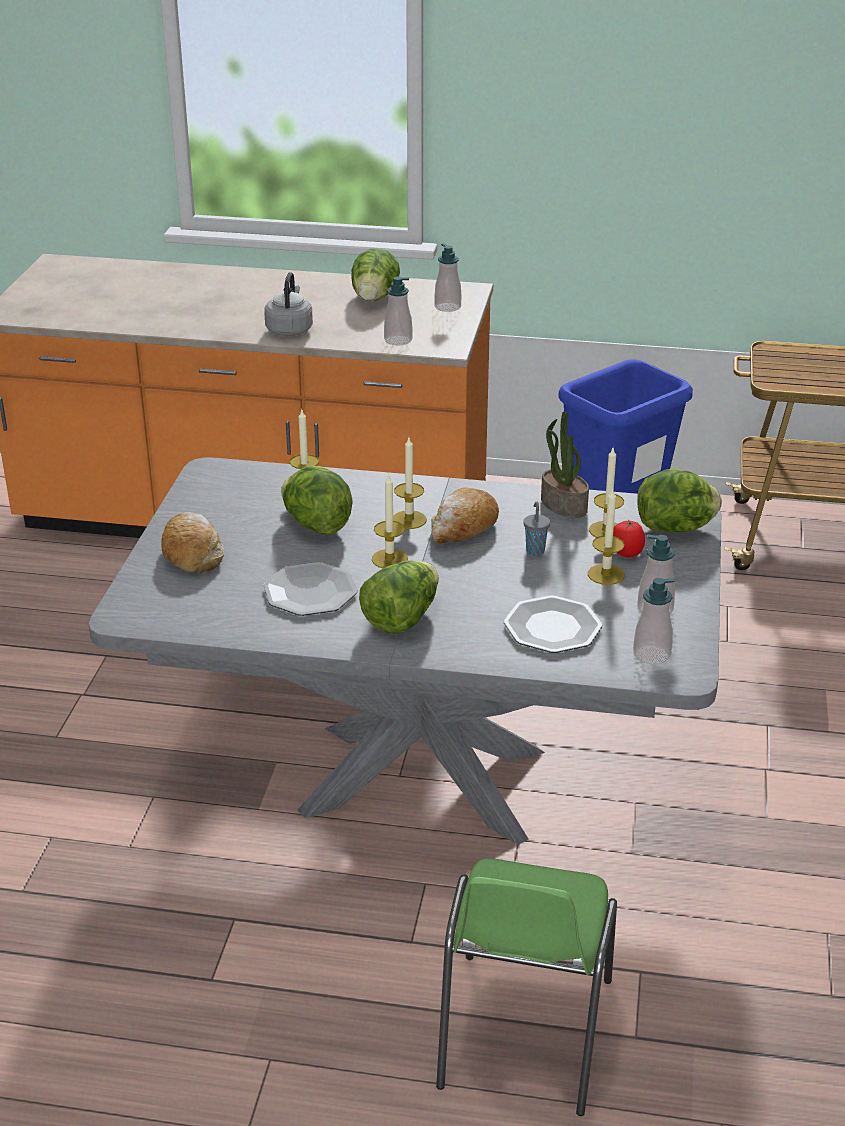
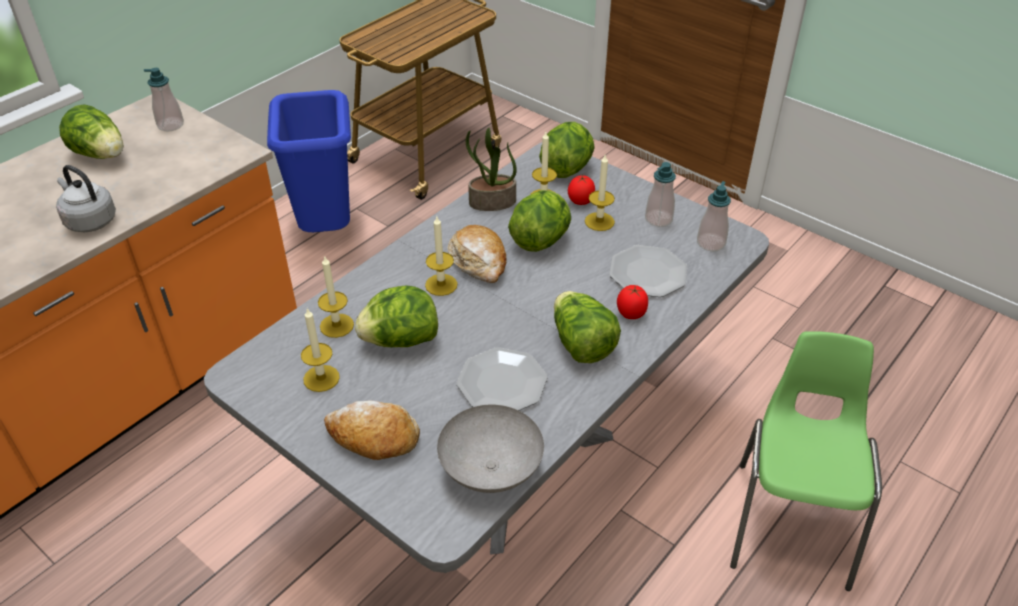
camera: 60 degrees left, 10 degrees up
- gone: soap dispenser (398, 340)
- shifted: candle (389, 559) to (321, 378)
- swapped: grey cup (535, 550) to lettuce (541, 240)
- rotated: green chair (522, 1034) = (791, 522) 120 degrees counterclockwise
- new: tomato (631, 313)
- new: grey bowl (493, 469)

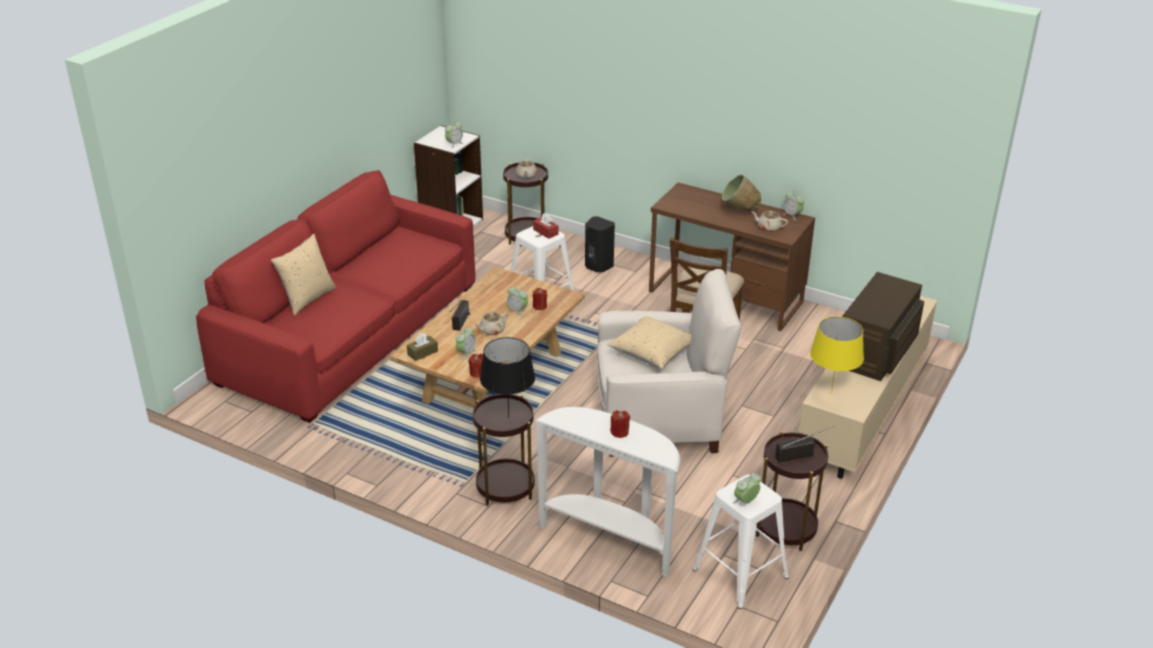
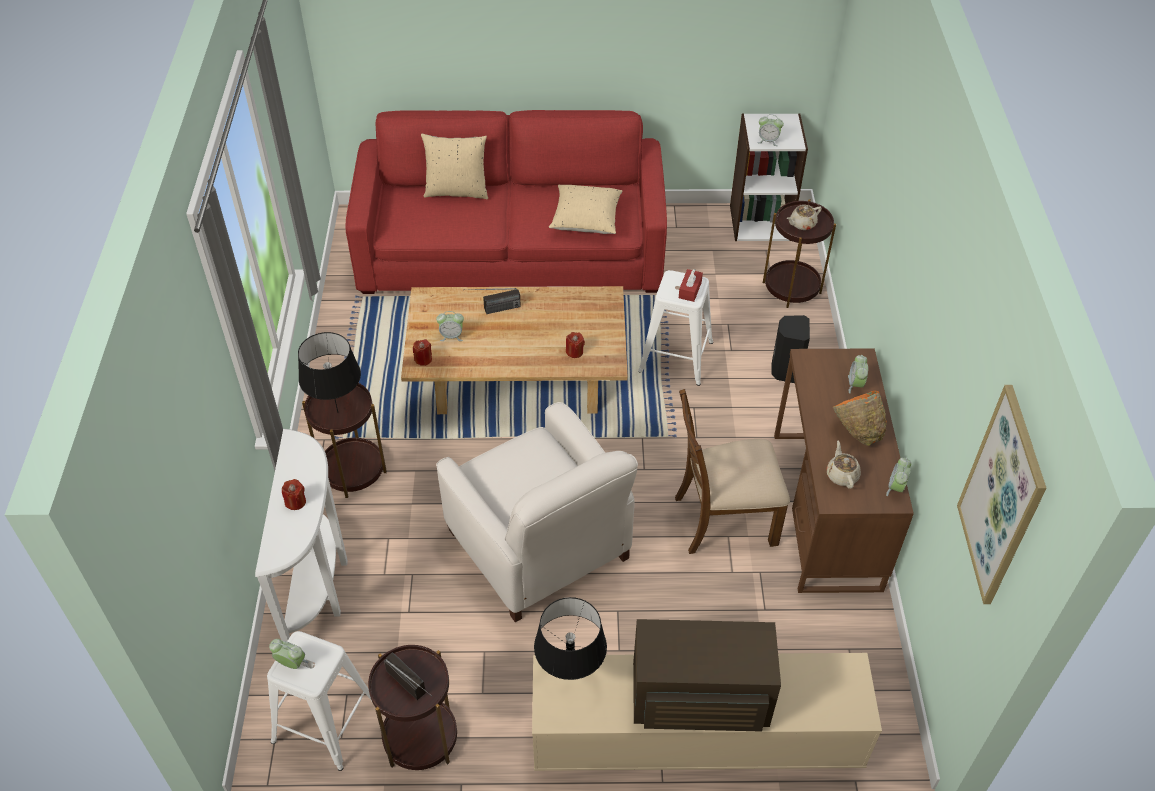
camera: 60 degrees right, 15 degrees up
- repainted: green bowl (739, 211) to orange bowl (856, 431)
- shifted: alarm clock (517, 310) to (855, 384)
- gone: beige teapot (491, 330)
- shifted: beige pillow (652, 353) to (586, 220)
- repainted: yellow table lamp (831, 393) to black table lamp (570, 678)
- gone: brown tissue box (422, 353)
- new: picture (1002, 497)

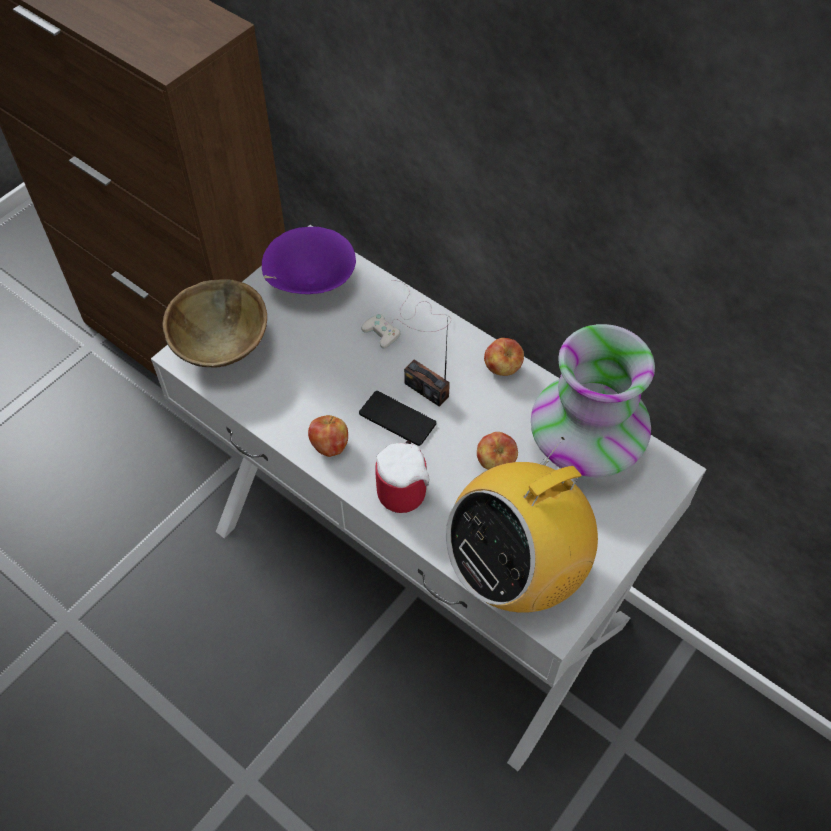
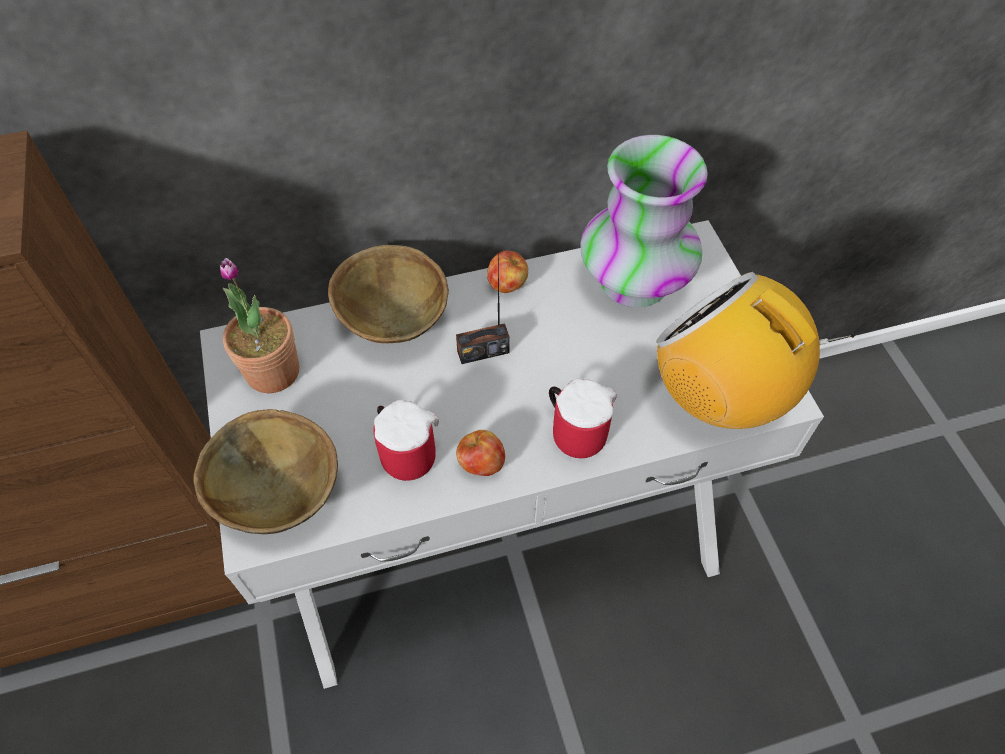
camera: 55 degrees left, 0 degrees up
- swapped: purple bowl (309, 283) to potted plant (273, 372)
- swapped: white game controller (407, 321) to brown bowl (393, 321)
- gone: phone (397, 419)
- gone: apple (495, 462)
- rotated: radio (516, 570) = (719, 397) 135 degrees clockwise
- new: mug (406, 450)

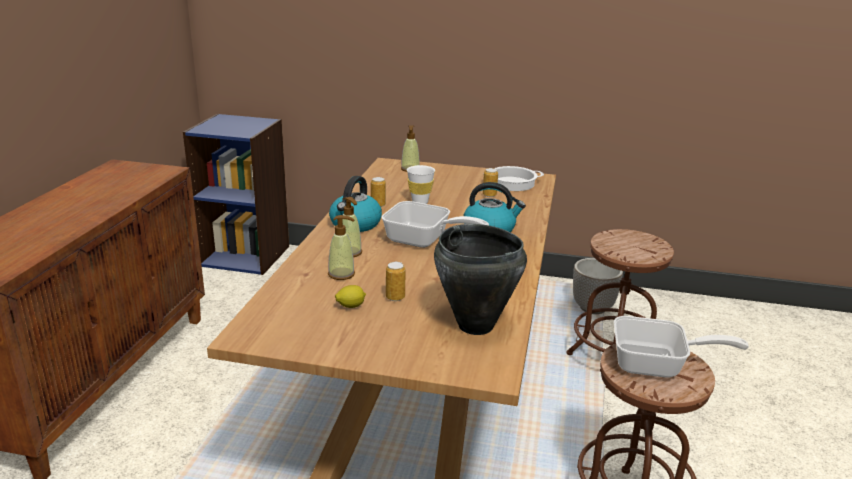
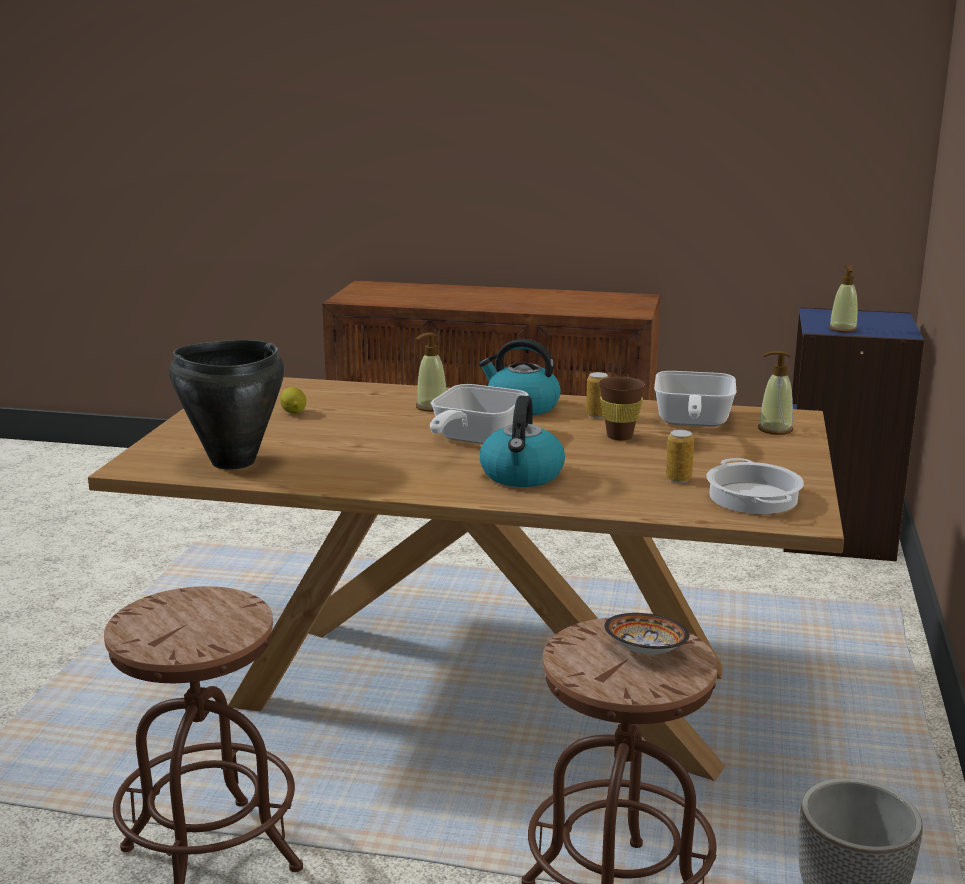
camera: 90 degrees right, 5 degrees down
- repainted: white cup (420, 202) to brown cup (619, 436)
- shifted: soap dispenser (341, 274) to (842, 329)
- gone: can (395, 297)
- shifted: frying pan (657, 365) to (691, 423)
- new: bowl (646, 652)

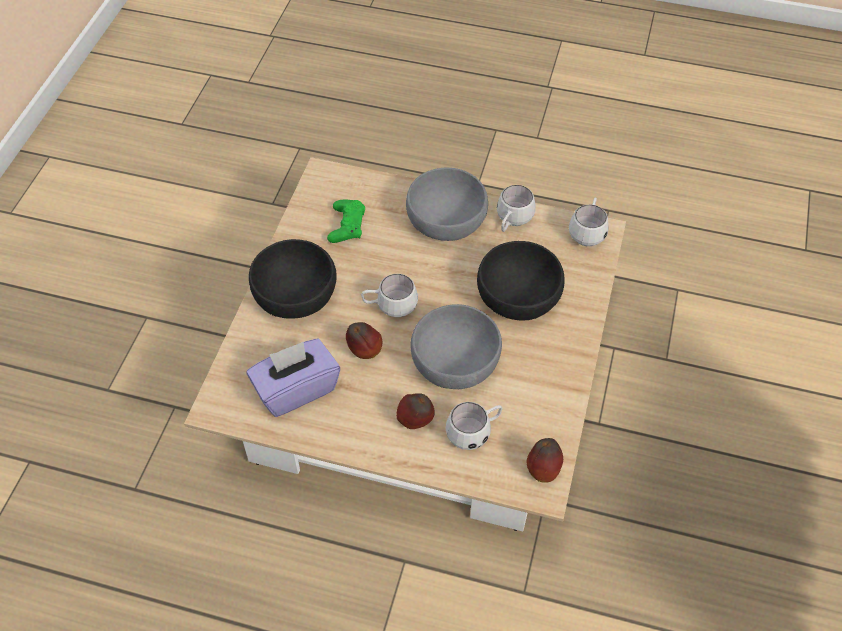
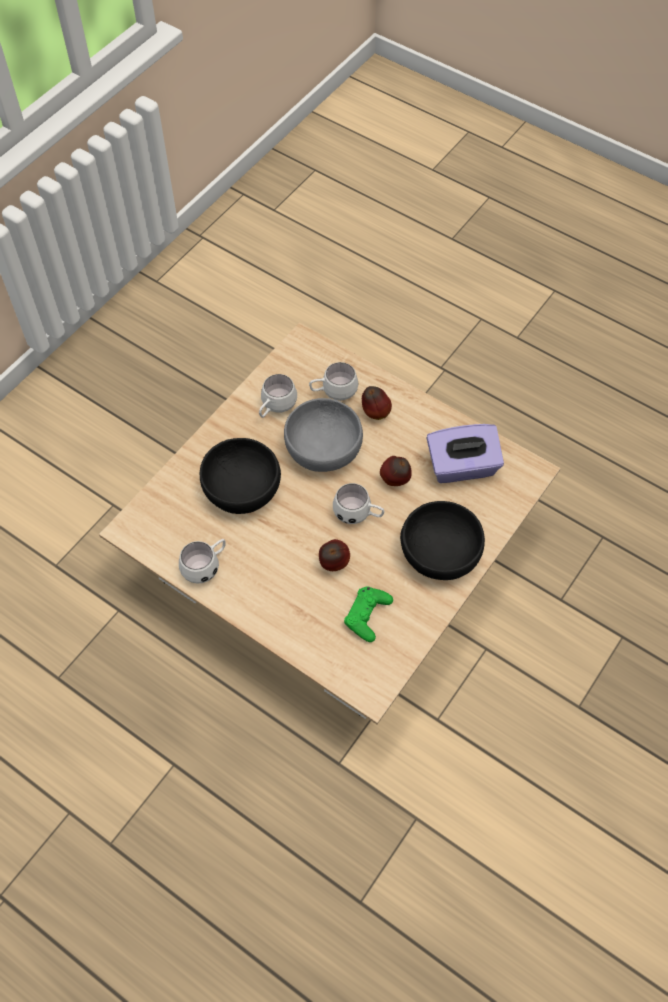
camera: 160 degrees left, 5 degrees up
- gone: grey bowl (445, 220)
- shifted: white mug (587, 232) to (275, 408)
- shifted: apple (543, 470) to (333, 564)

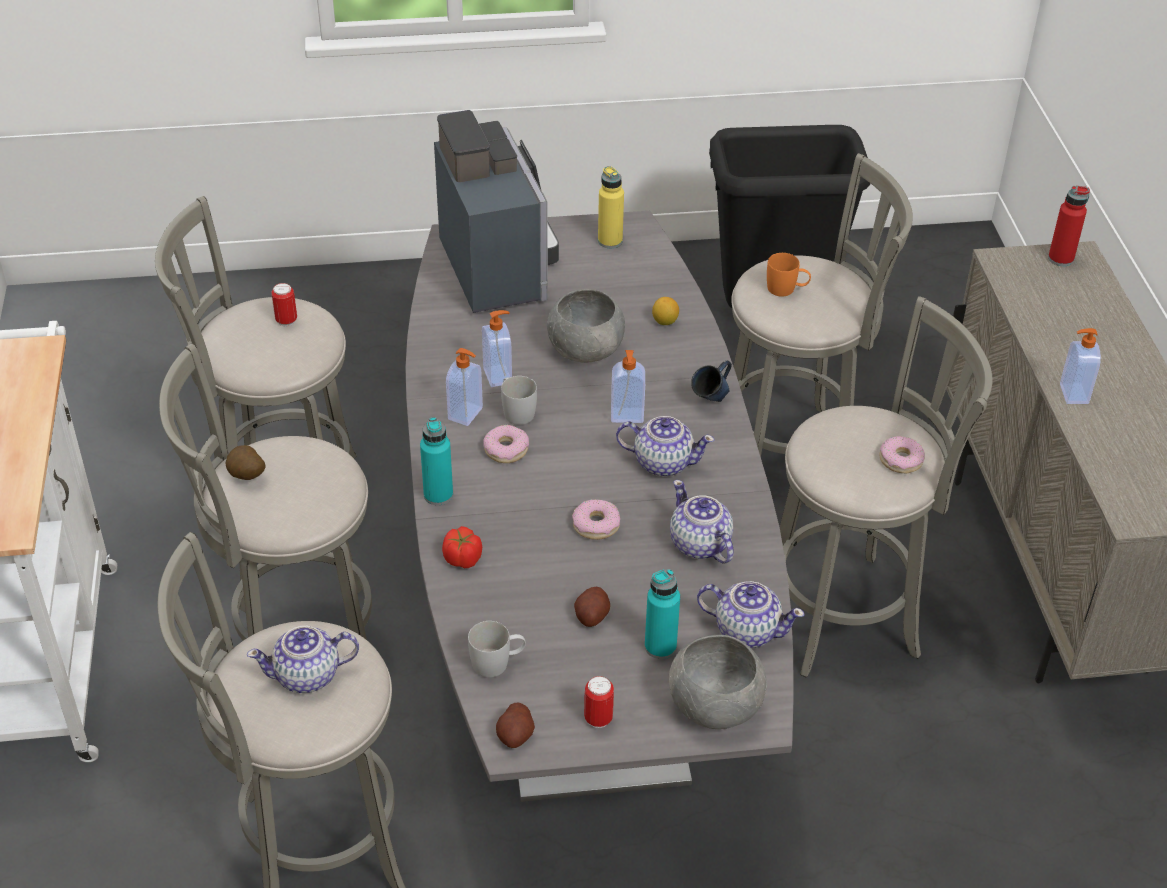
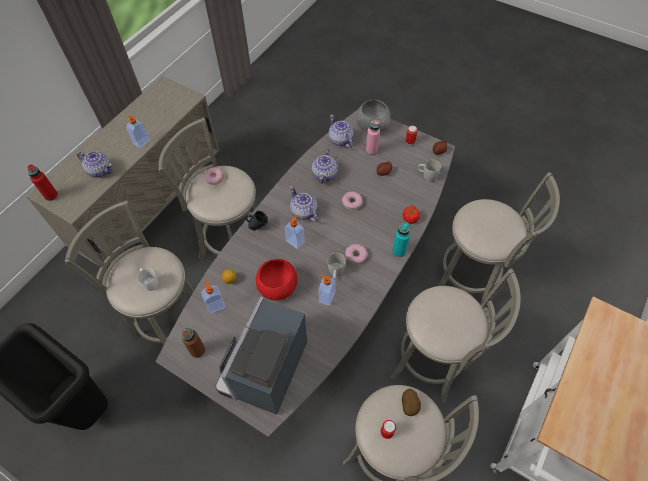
camera: 140 degrees left, 15 degrees up
- repainted: yellow bottle (610, 241) to brown bottle (197, 350)
- repainted: orange mug (786, 289) to white mug (149, 282)
- repainted: grey bowl (585, 350) to red bowl (278, 287)
- shifted: soap dispenser (466, 414) to (215, 305)
- shifted: potato (246, 477) to (410, 405)
- repainted: turquoise bottle (660, 647) to pink bottle (371, 151)
- shifted: teapot (308, 676) to (100, 170)

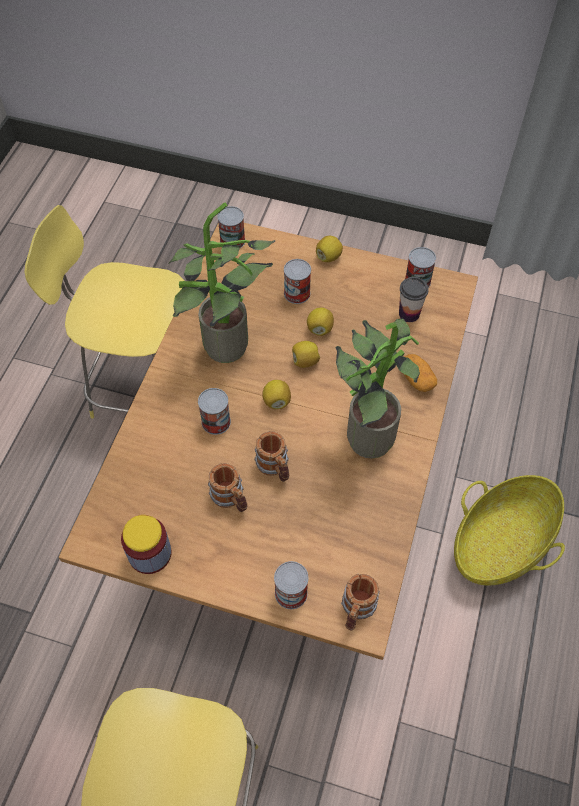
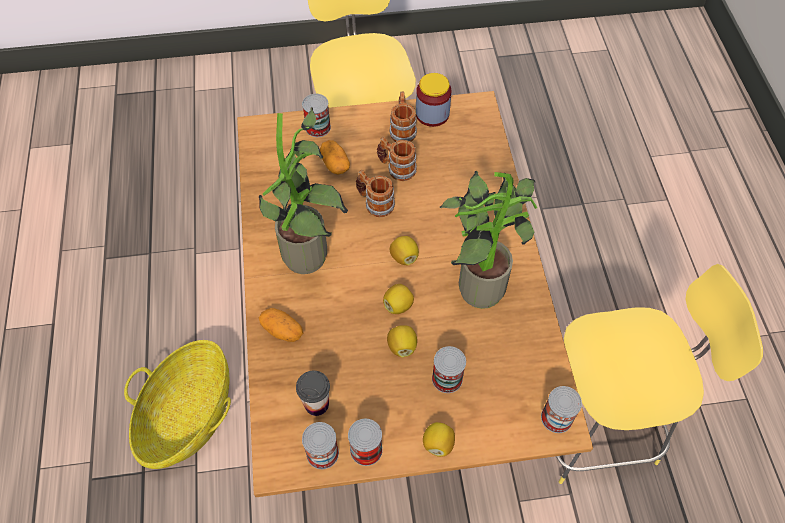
camera: 155 degrees right, 0 degrees up
- shifted: can (216, 422) to (366, 449)
- shifted: mug (356, 610) to (402, 129)
- new: potato (335, 164)

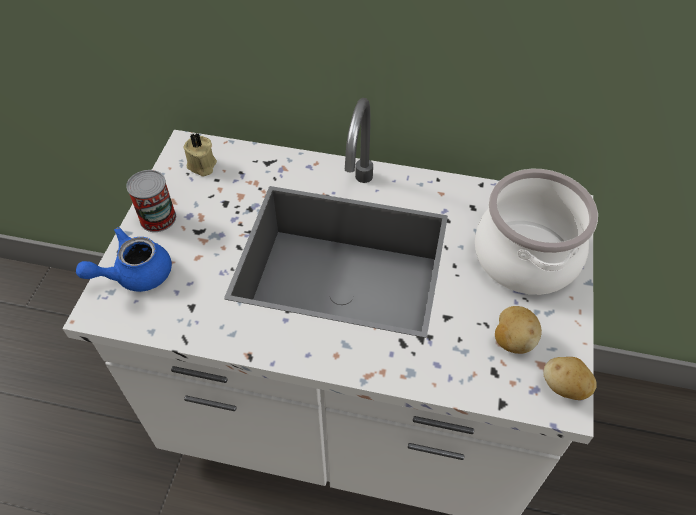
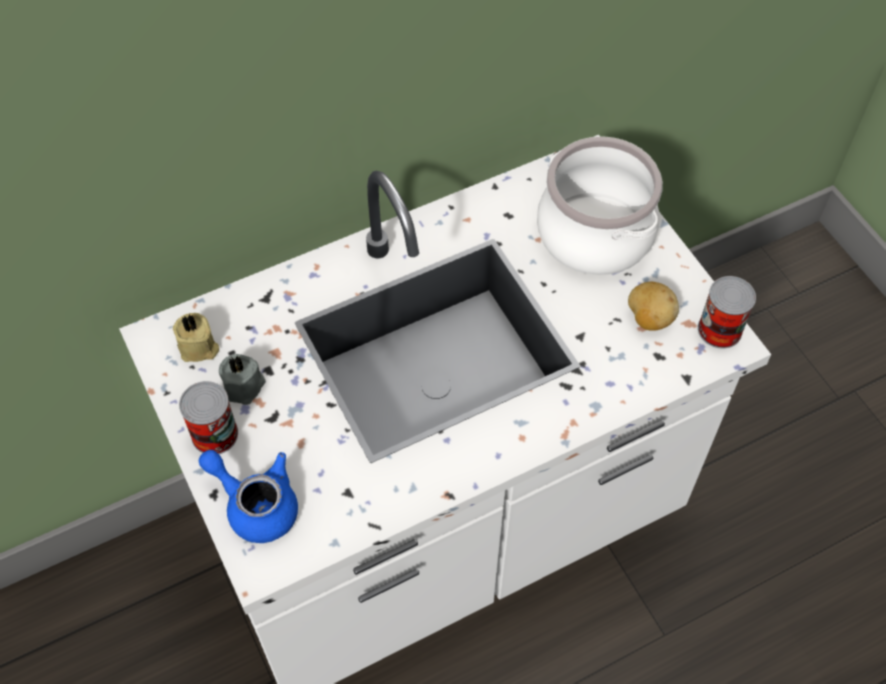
camera: 40 degrees left, 5 degrees up
- rotated: blue teapot (134, 274) = (256, 504) 105 degrees clockwise
- swapped: potato (564, 387) to can (719, 329)
- new: grey candle (245, 387)

